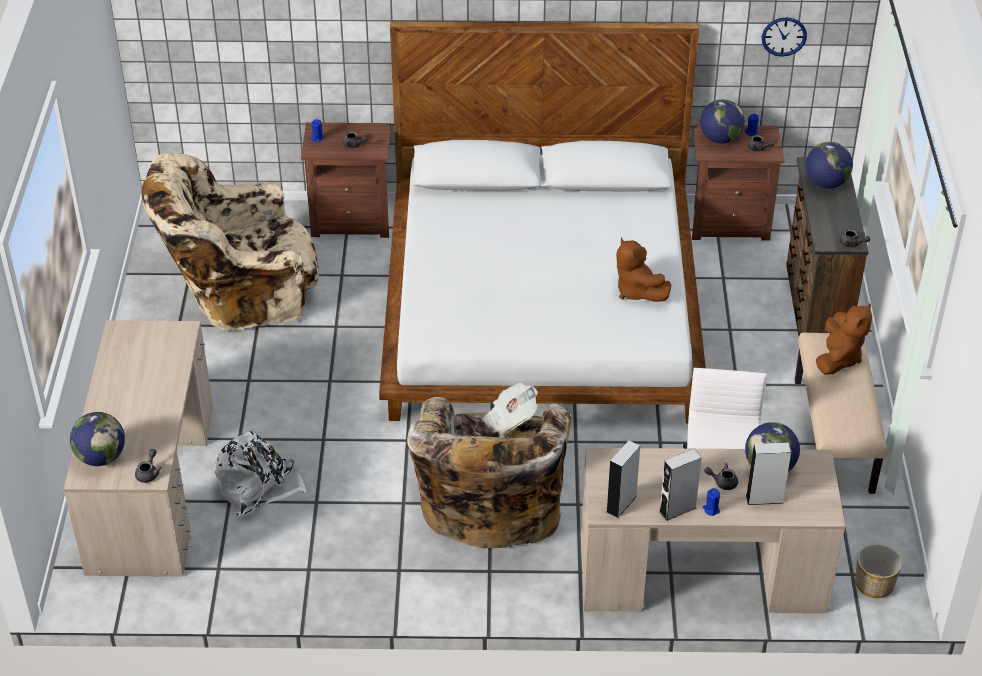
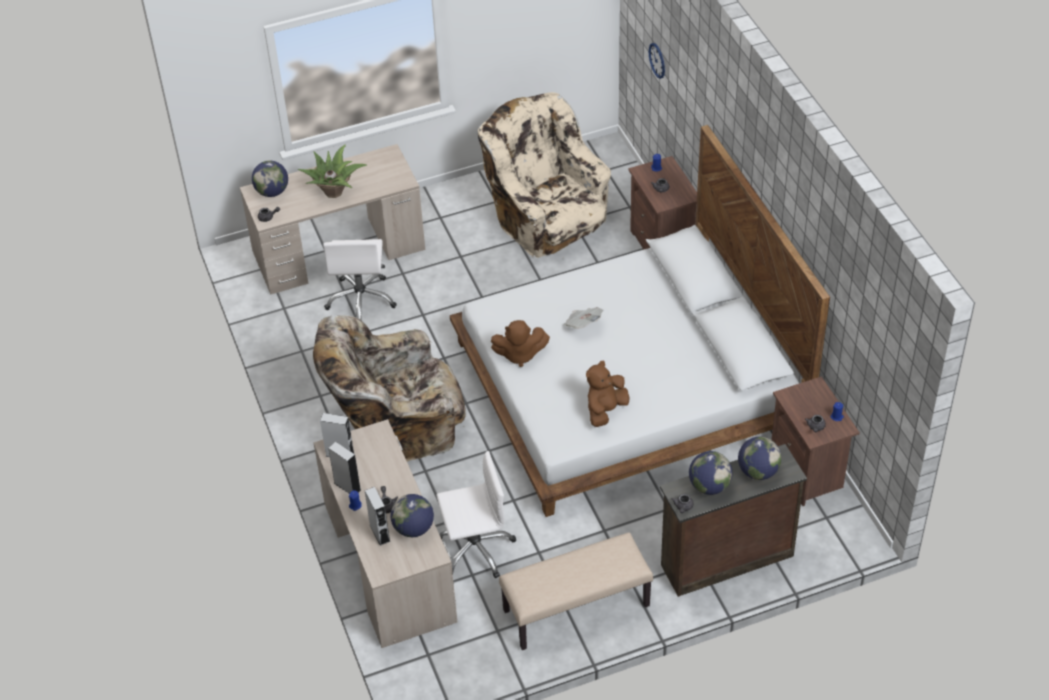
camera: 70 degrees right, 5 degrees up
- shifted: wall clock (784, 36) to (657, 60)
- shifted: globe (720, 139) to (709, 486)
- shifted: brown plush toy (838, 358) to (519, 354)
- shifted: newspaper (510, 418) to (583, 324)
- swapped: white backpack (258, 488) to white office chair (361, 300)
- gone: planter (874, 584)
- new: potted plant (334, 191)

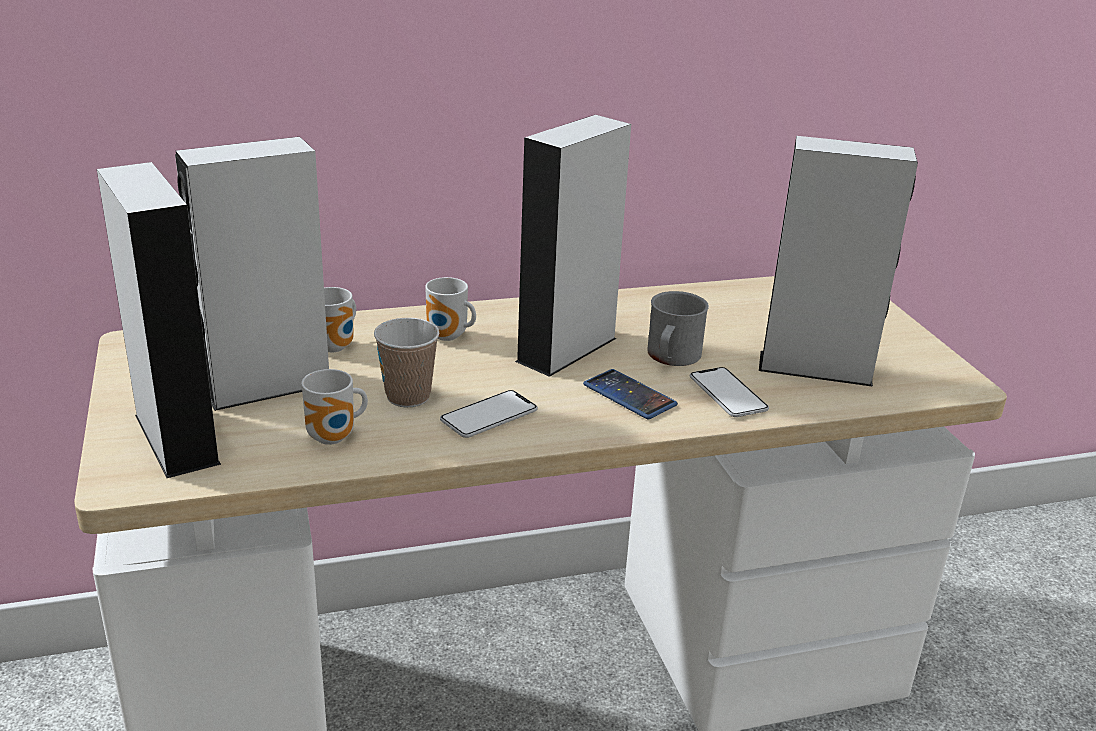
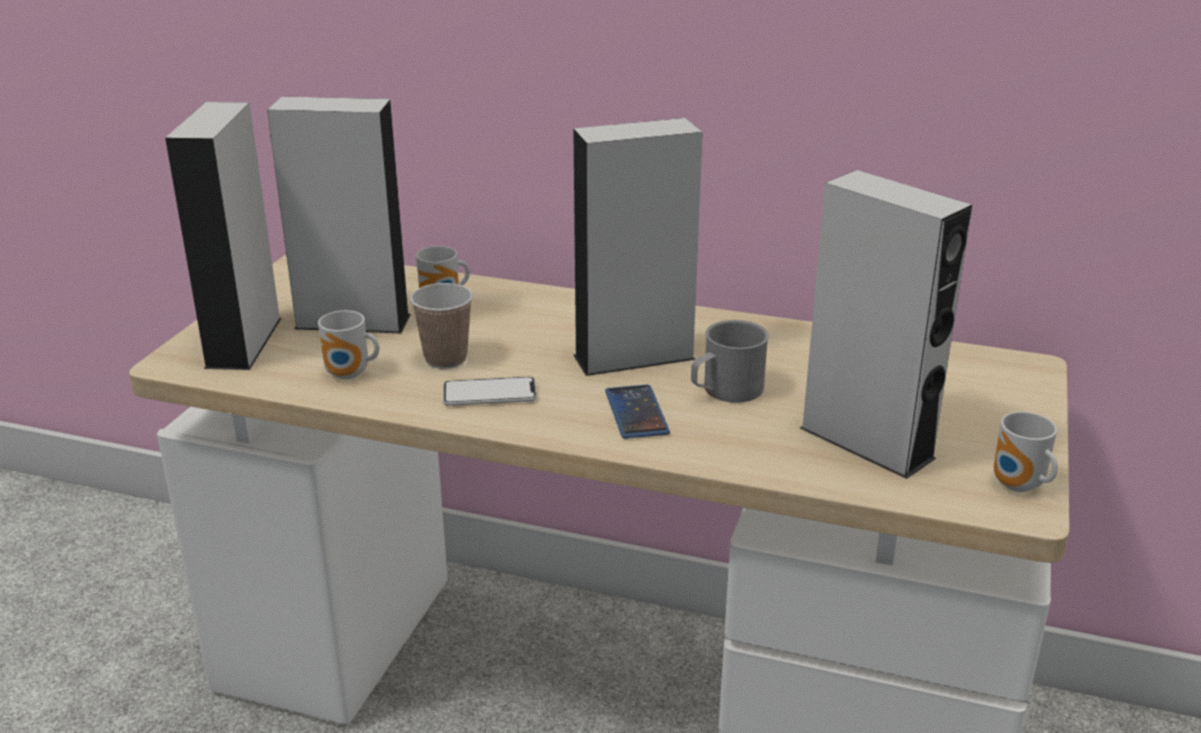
camera: 35 degrees right, 0 degrees up
- shifted: mug (448, 337) to (1018, 487)
- gone: phone (727, 394)

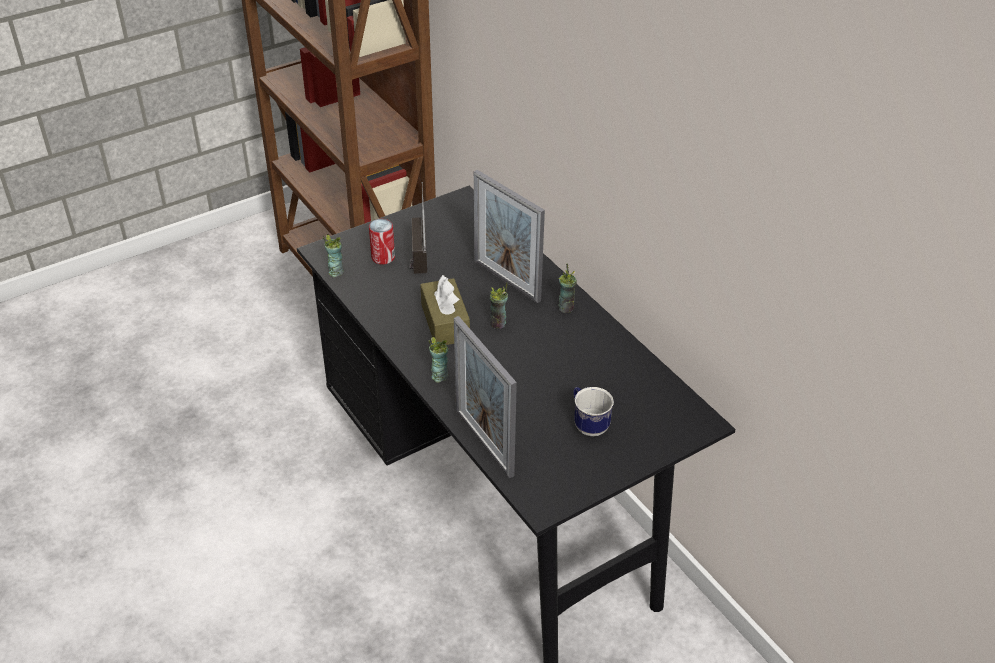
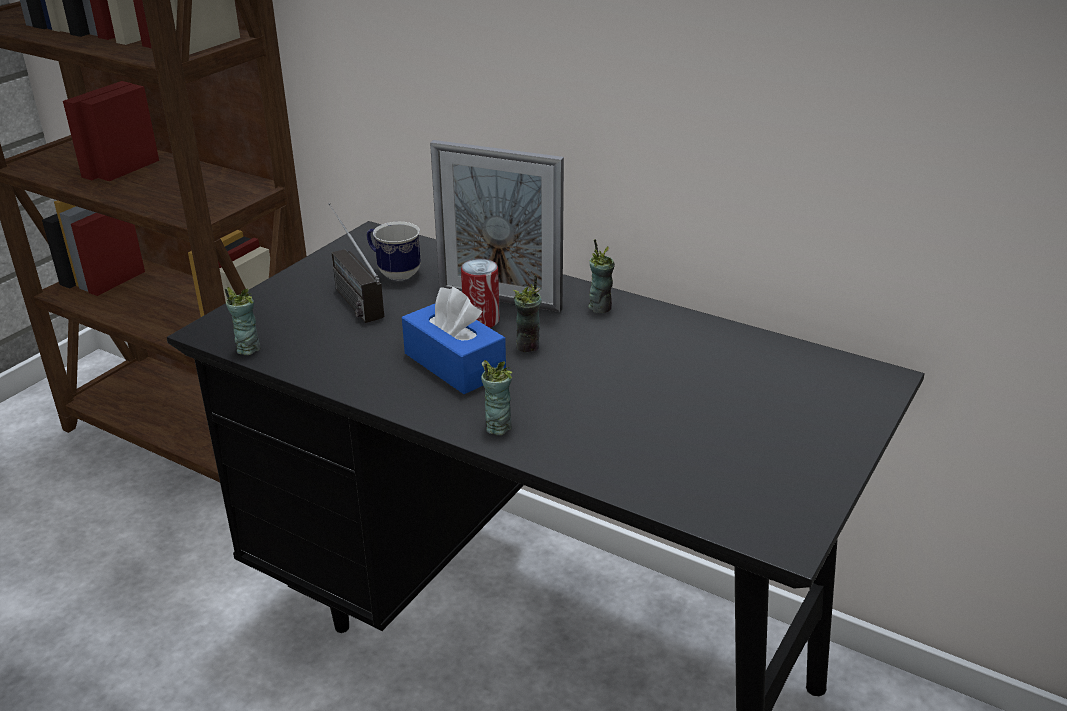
camera: 25 degrees left, 10 degrees down
- shifted: can (383, 257) to (481, 320)
- repainted: brown tissue box (445, 323) to blue tissue box (454, 364)
- gone: picture frame (484, 442)
- shifted: mug (588, 424) to (394, 272)

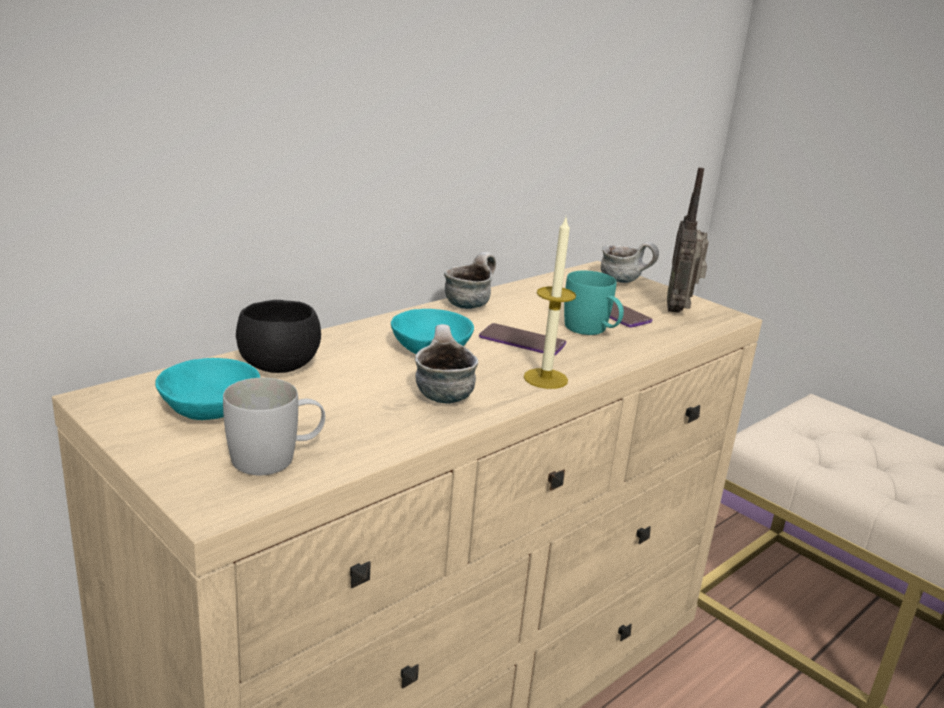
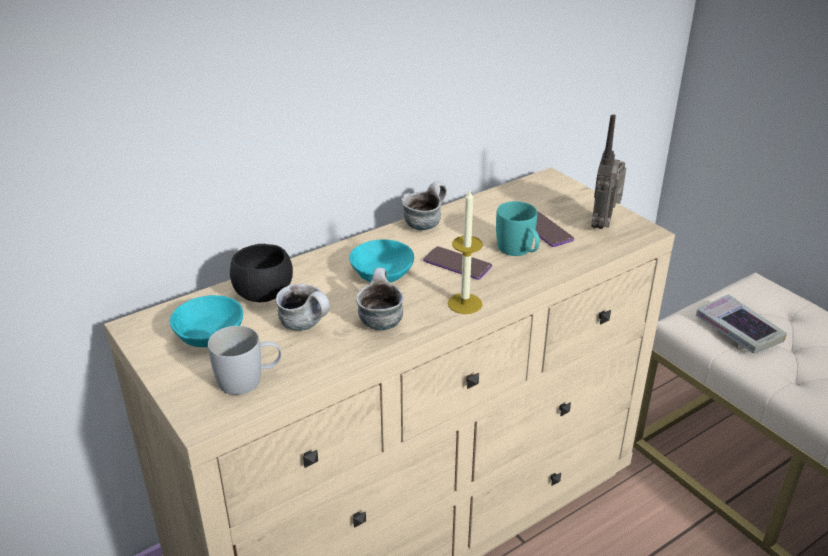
camera: 10 degrees right, 10 degrees up
- shifted: mug (626, 281) to (307, 325)
- new: book (738, 330)

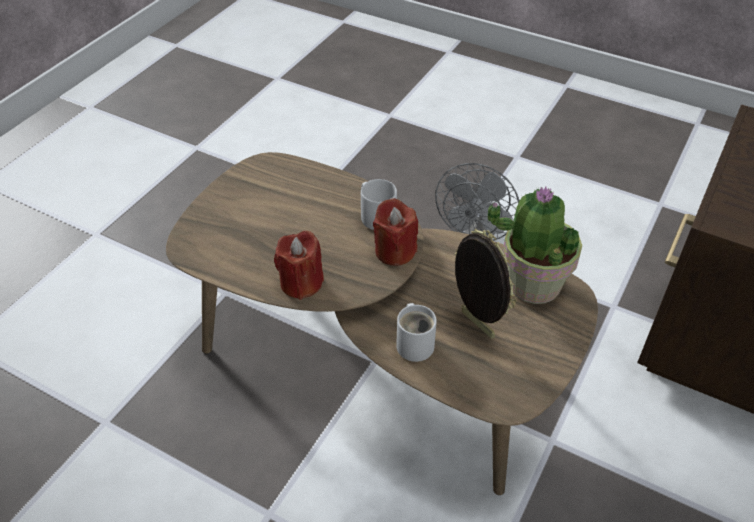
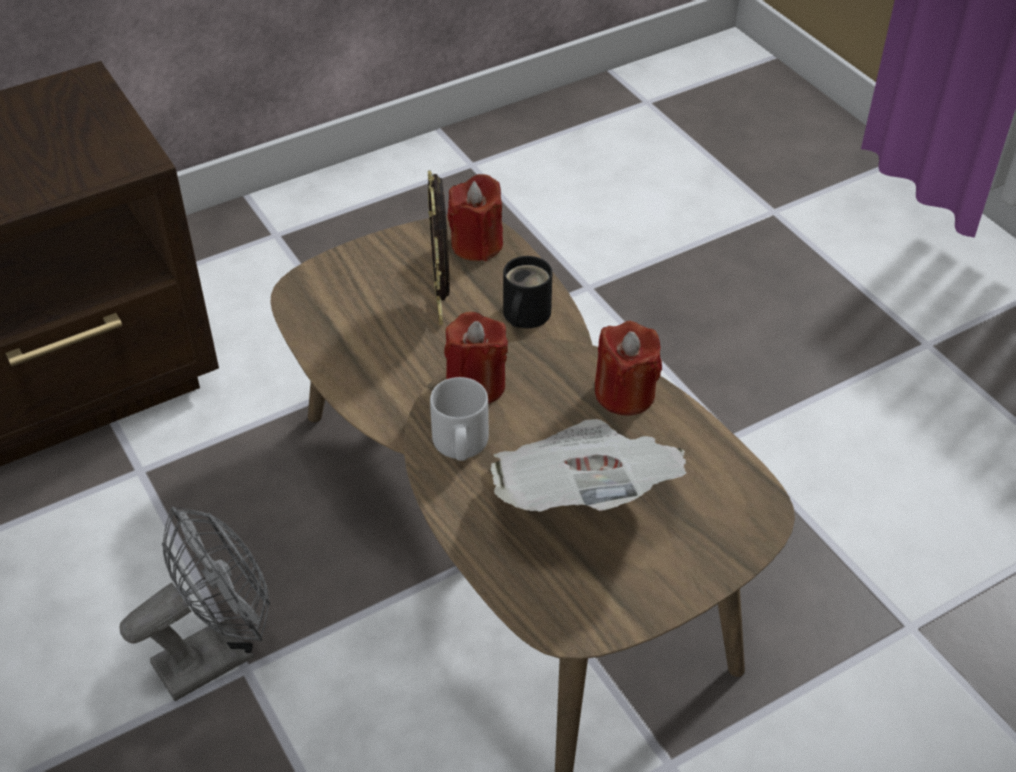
camera: 150 degrees left, 0 degrees up
- gone: potted plant (533, 283)
- repainted: white mug (415, 343) to black mug (523, 315)
- new: red candle (477, 244)
- new: newspaper (583, 498)

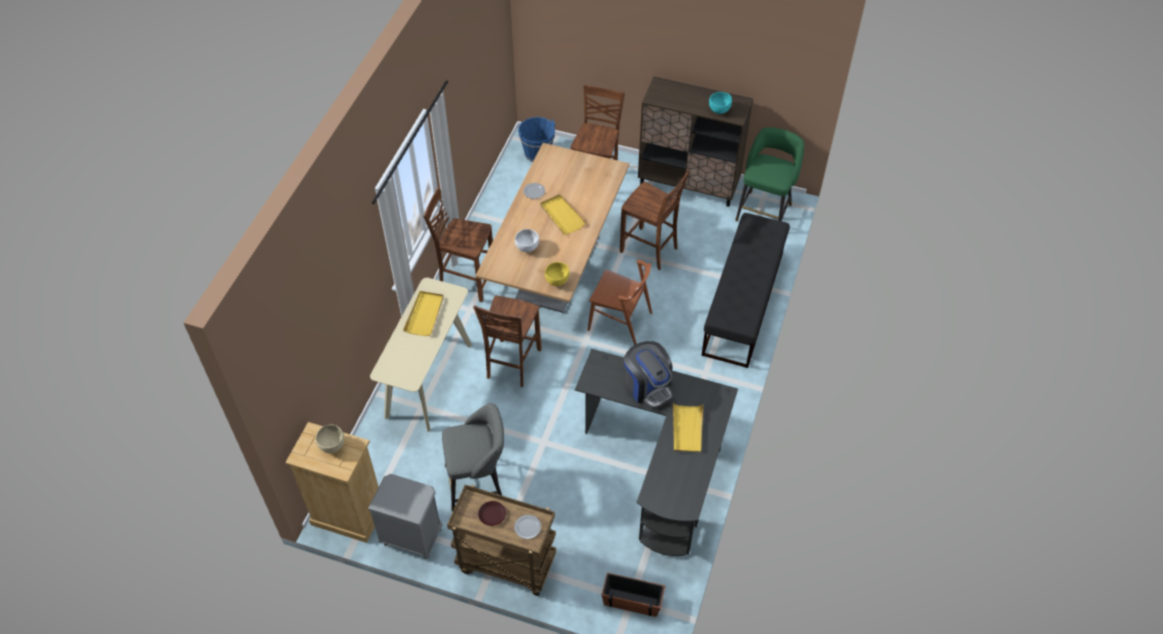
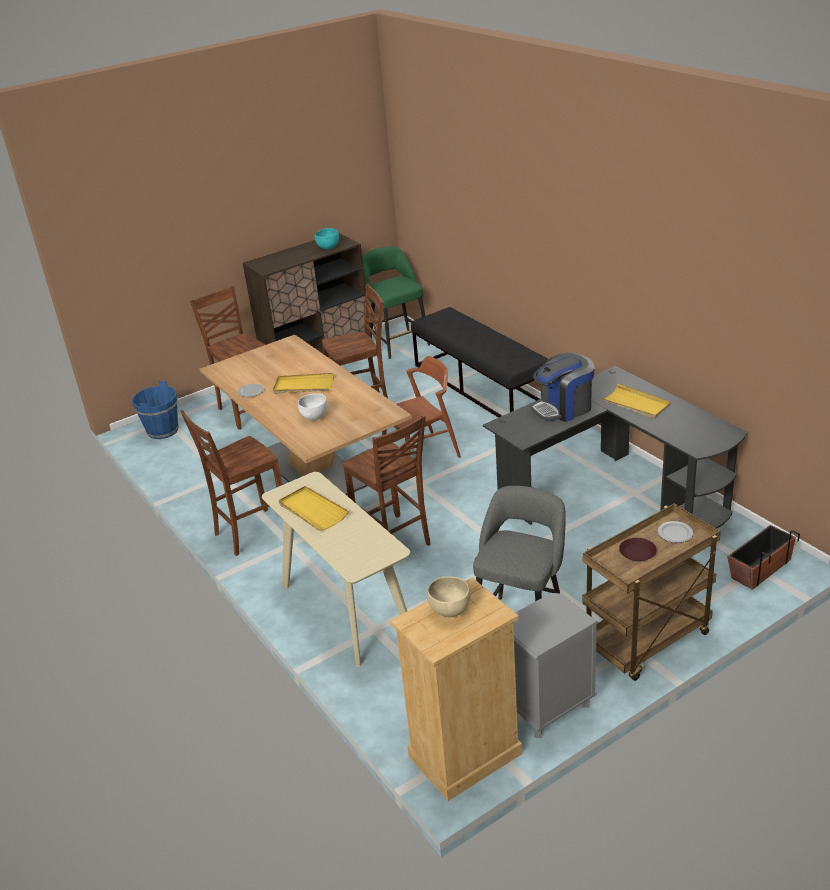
camera: 50 degrees left, 20 degrees down
- gone: yellow bowl (557, 281)
- rotated: coffee machine (648, 386) = (563, 408) 150 degrees clockwise

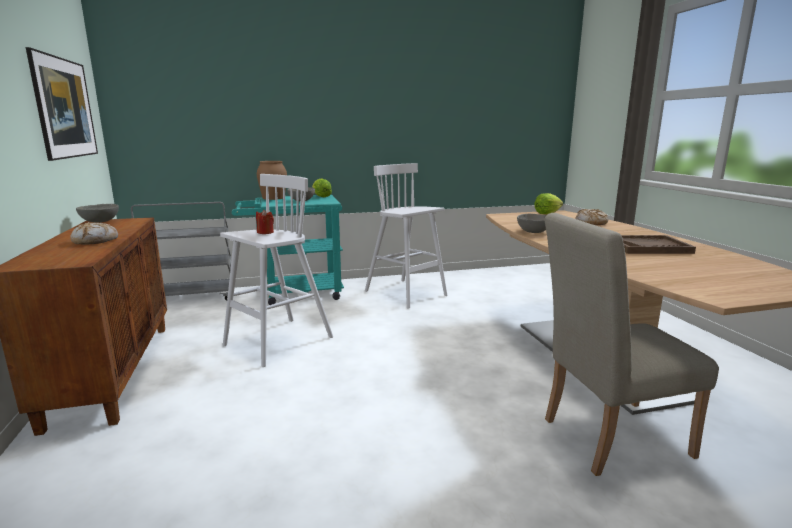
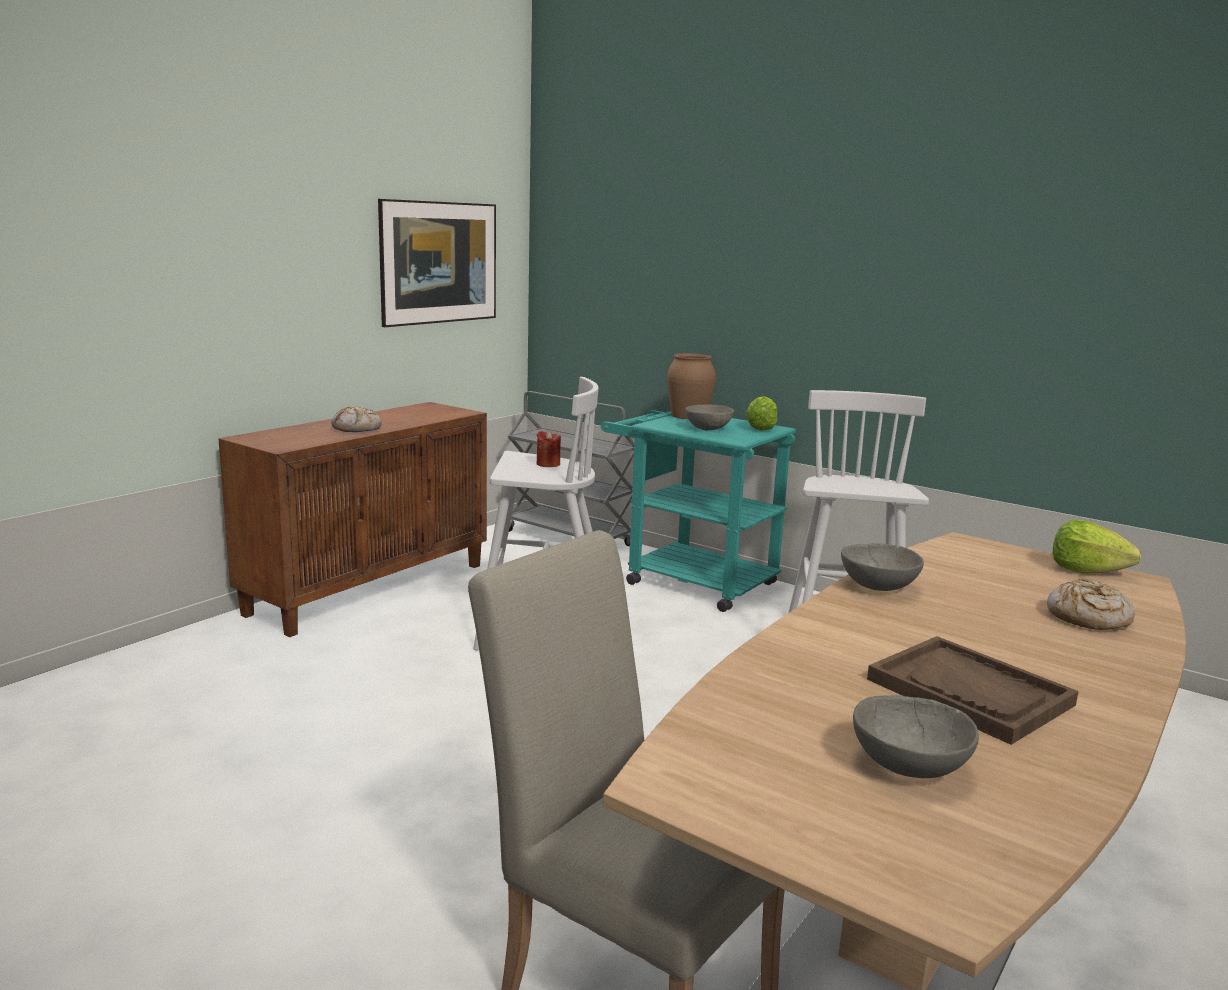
camera: 50 degrees right, 0 degrees up
- shifted: grey bowl (99, 222) to (907, 766)

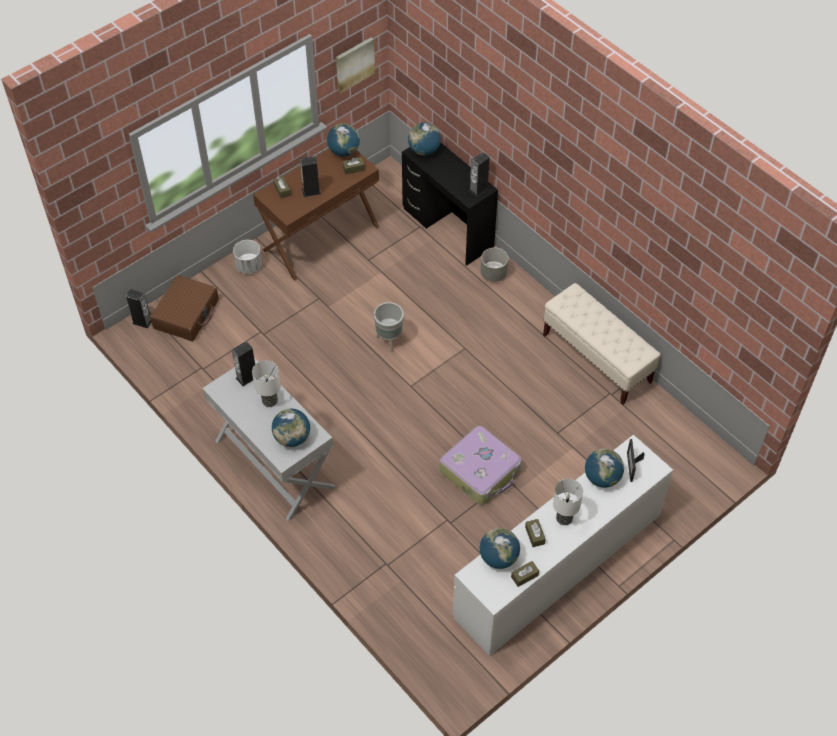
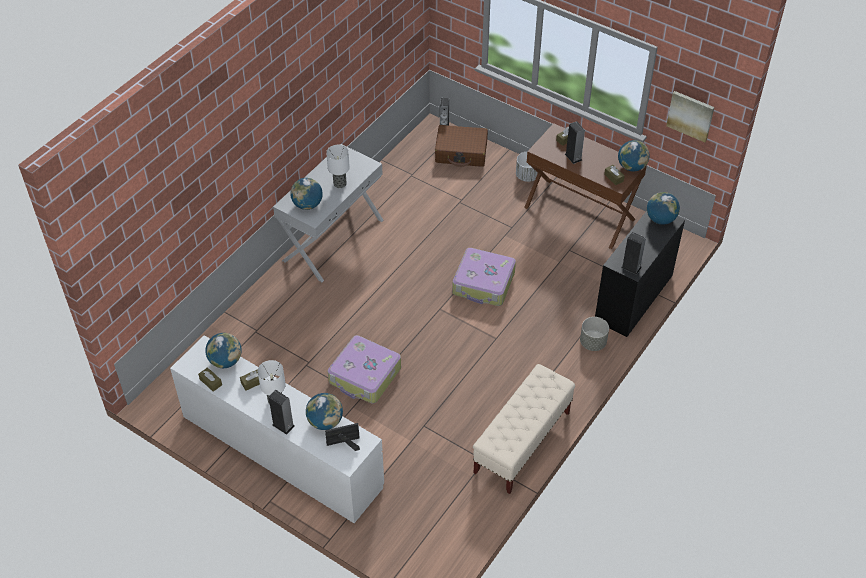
camera: 75 degrees right, 5 degrees down
- swapped: grey planter (389, 340) to suitcase (484, 284)
- shifted: speaker (247, 377) to (283, 425)

